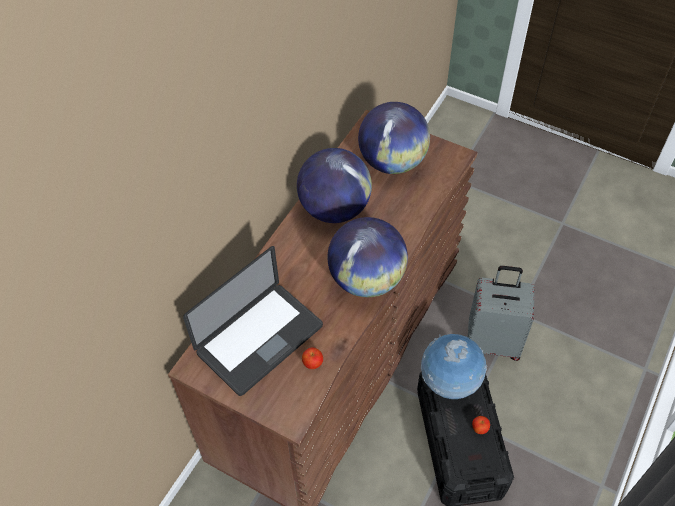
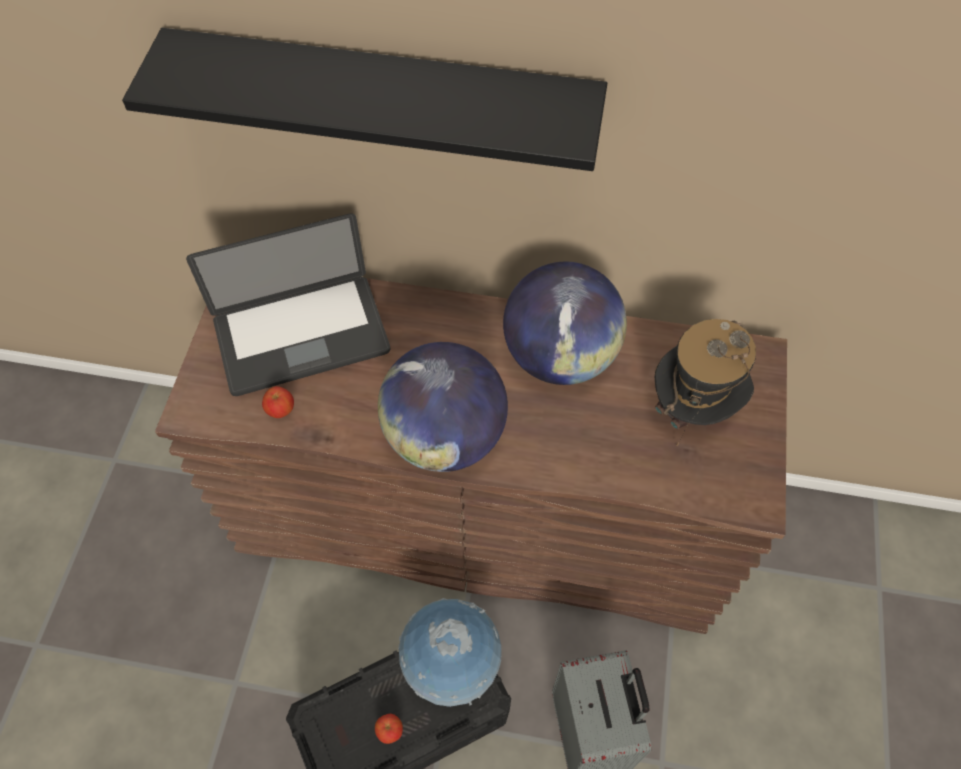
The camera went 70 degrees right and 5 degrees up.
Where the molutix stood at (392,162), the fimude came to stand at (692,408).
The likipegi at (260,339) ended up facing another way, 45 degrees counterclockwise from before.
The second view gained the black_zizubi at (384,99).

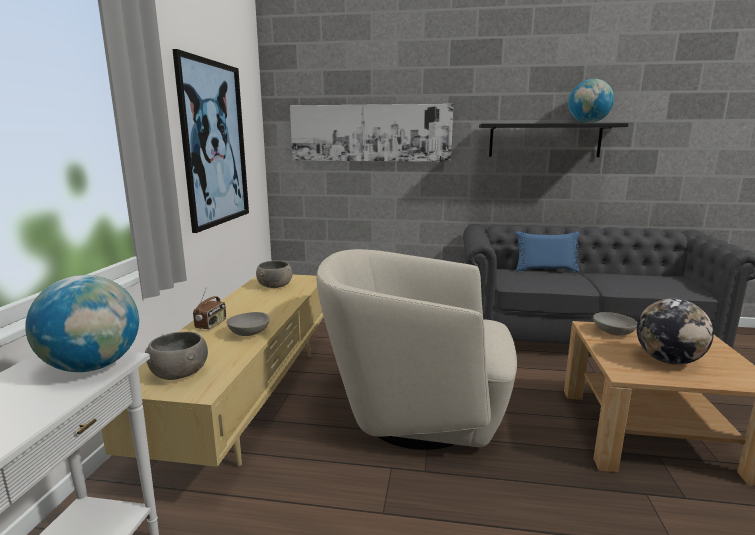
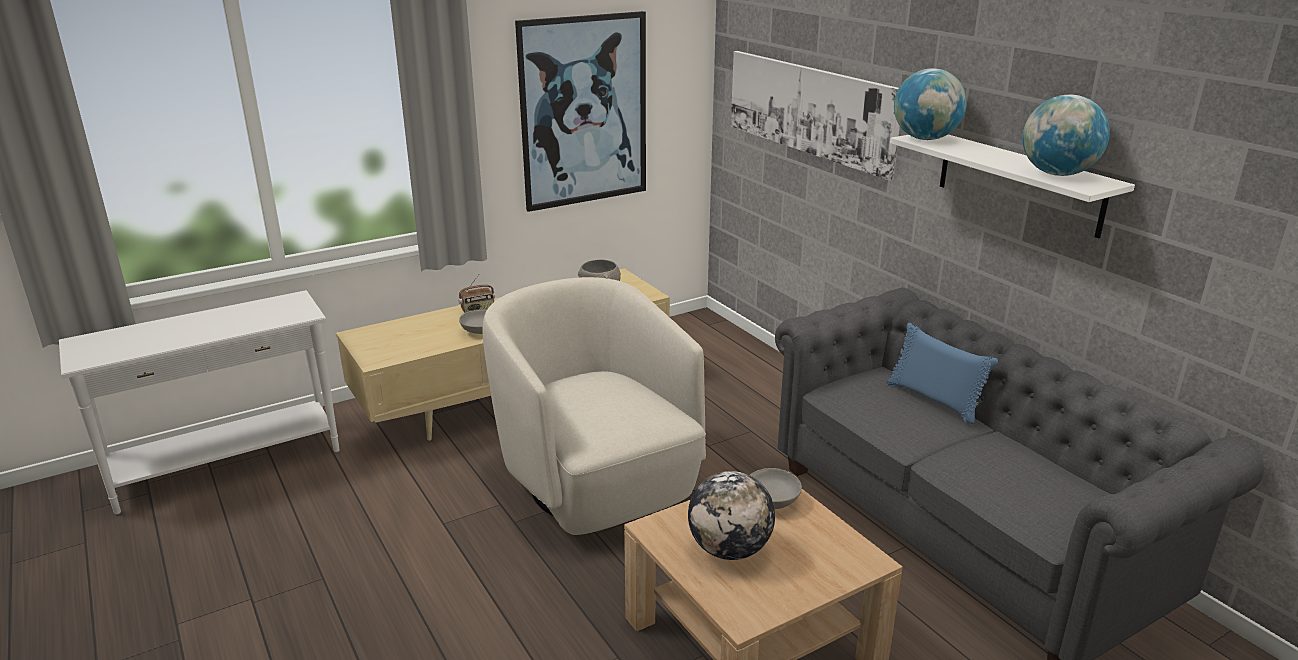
The camera went 50 degrees right and 10 degrees up.
What was the black_zizubi at (544,140) turned into the white_zizubi at (1019,182).
The molutix ended up elsewhere, having gone from (93,366) to (925,139).
The second view lost the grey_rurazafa at (179,373).

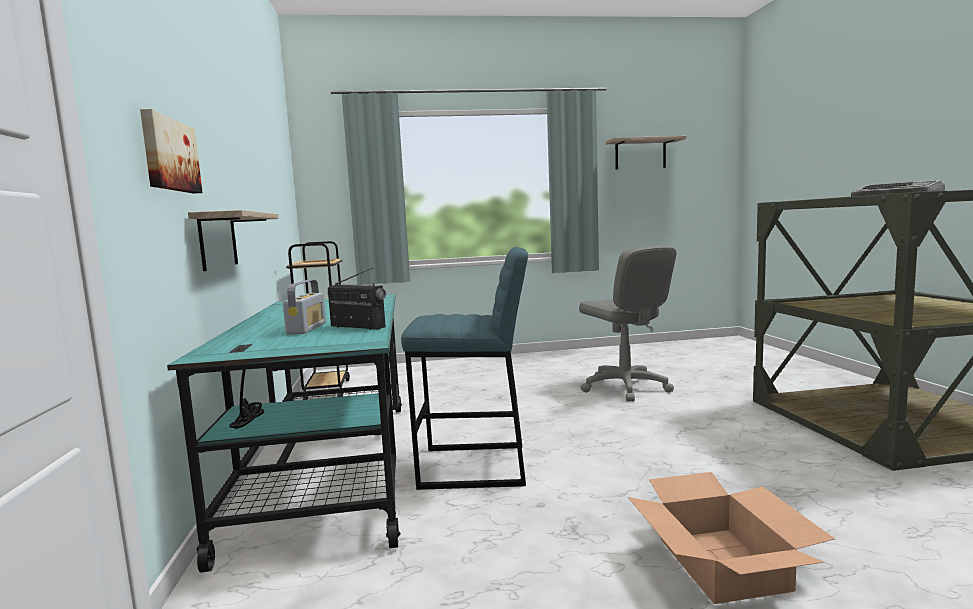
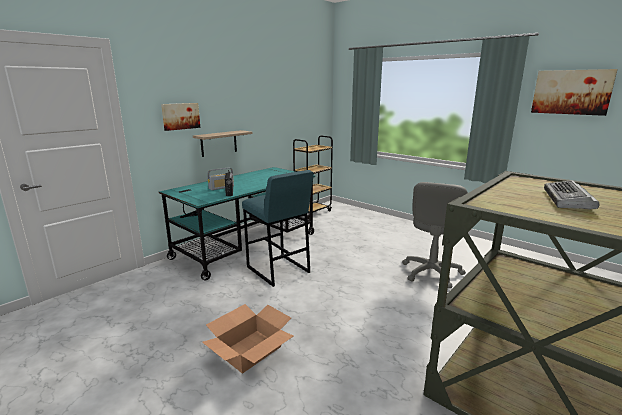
The camera went 50 degrees right and 10 degrees up.
Where the zizubi hung at (640,154), the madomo came to hang at (571,92).

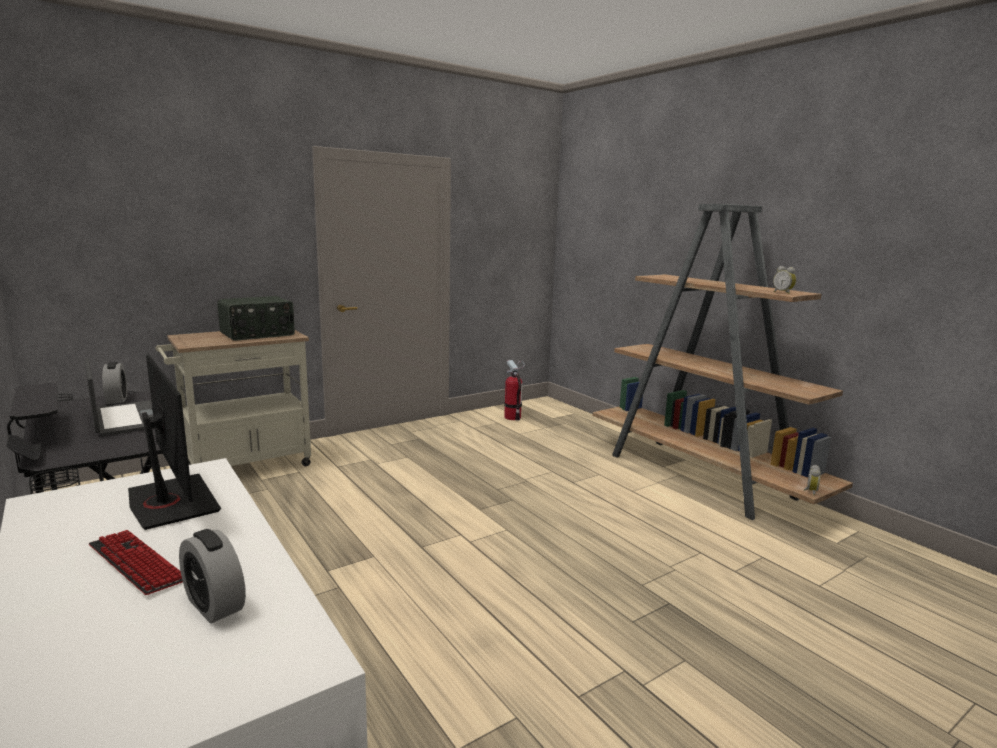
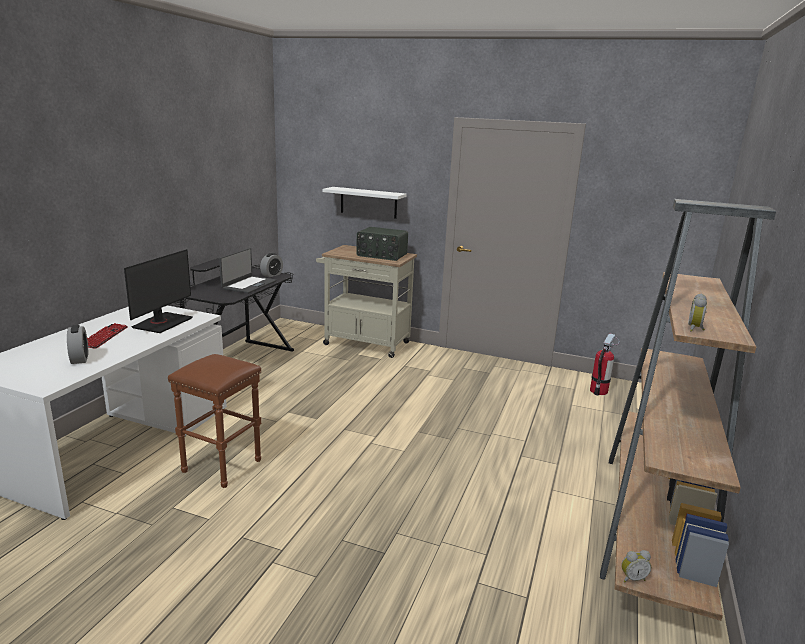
The camera went 55 degrees right and 5 degrees up.
The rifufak at (214,605) ended up facing another way, 150 degrees clockwise from before.
The second view gained the white_zizubi at (368,202).
The second view gained the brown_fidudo at (222,466).

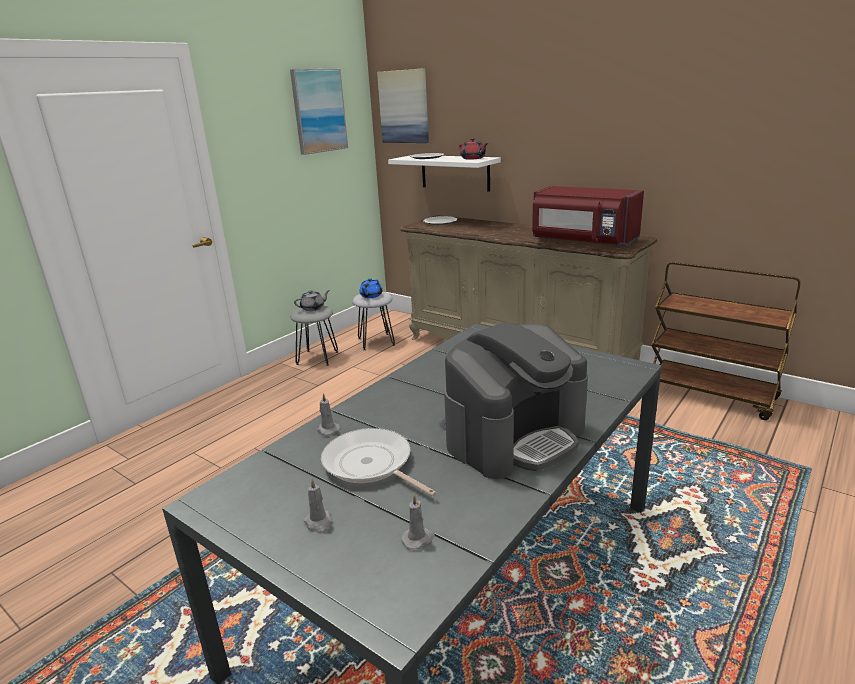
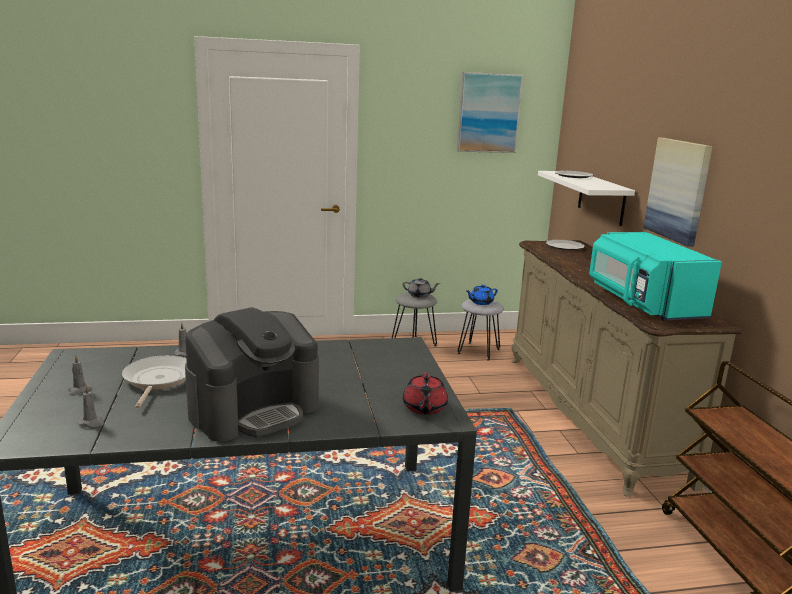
The camera went 40 degrees right and 5 degrees down.
The madomo ended up elsewhere, having gone from (404,107) to (678,190).
The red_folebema ended up elsewhere, having gone from (473,158) to (424,408).
What was the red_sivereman at (582,241) turned into the turquoise_sivereman at (642,303).
The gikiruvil at (515,436) ended up facing another way, 45 degrees counterclockwise from before.

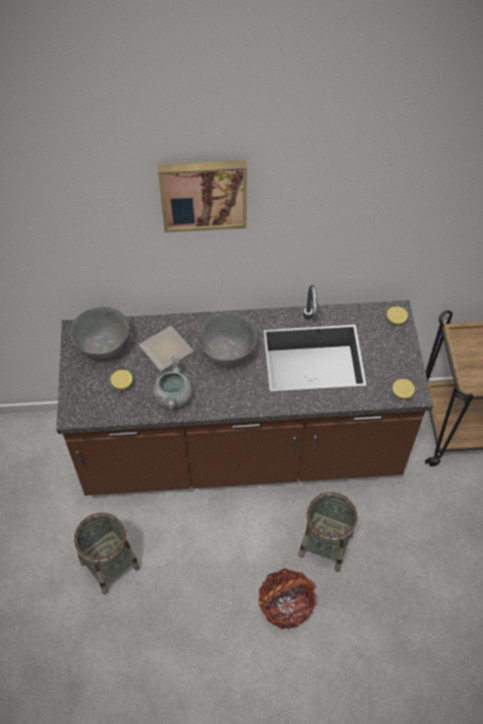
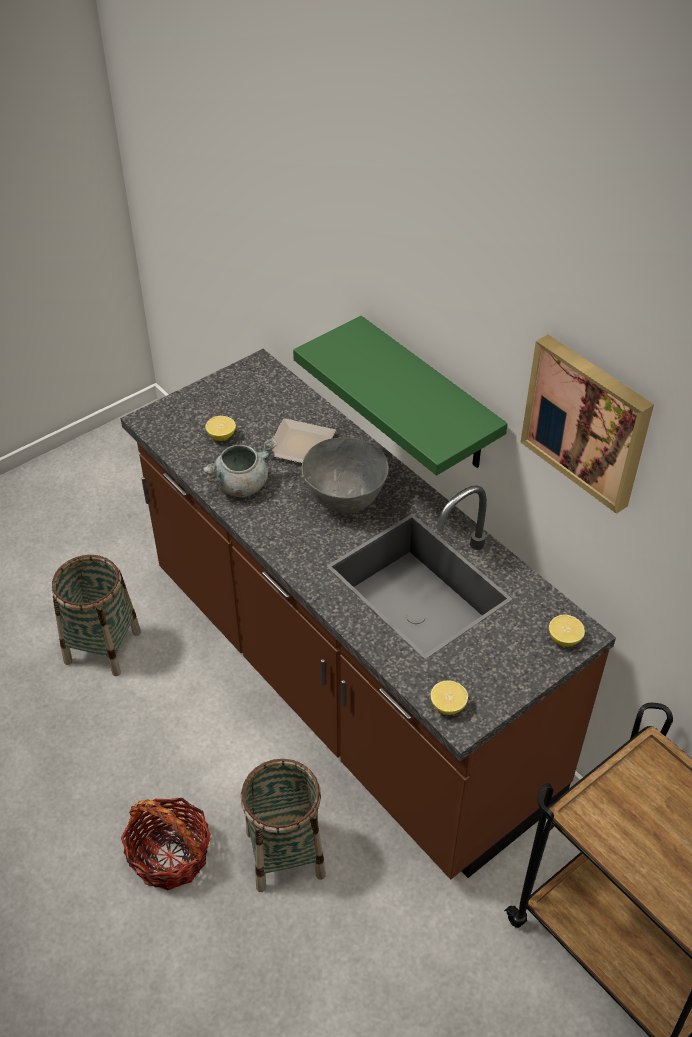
The camera went 55 degrees right and 10 degrees down.
The madomo ended up elsewhere, having gone from (203,193) to (588,421).
The second view lost the grey_rurazafa at (103,347).
The second view gained the green_zizubi at (428,397).

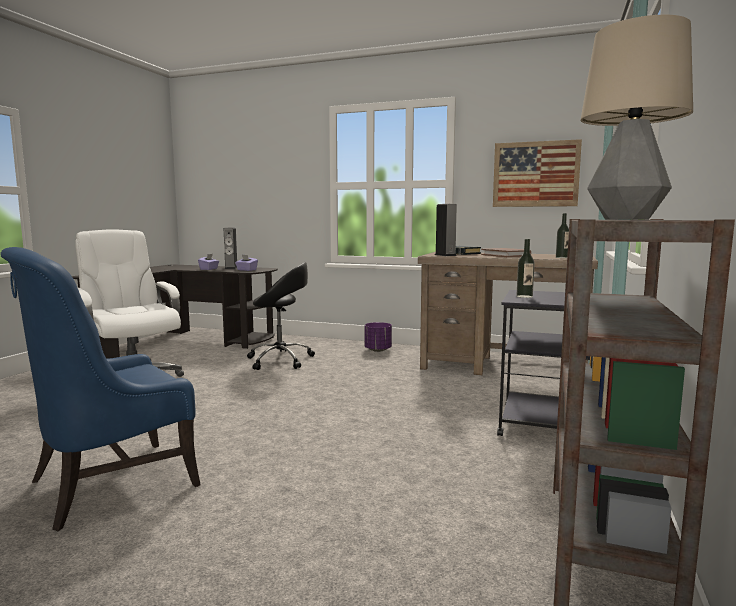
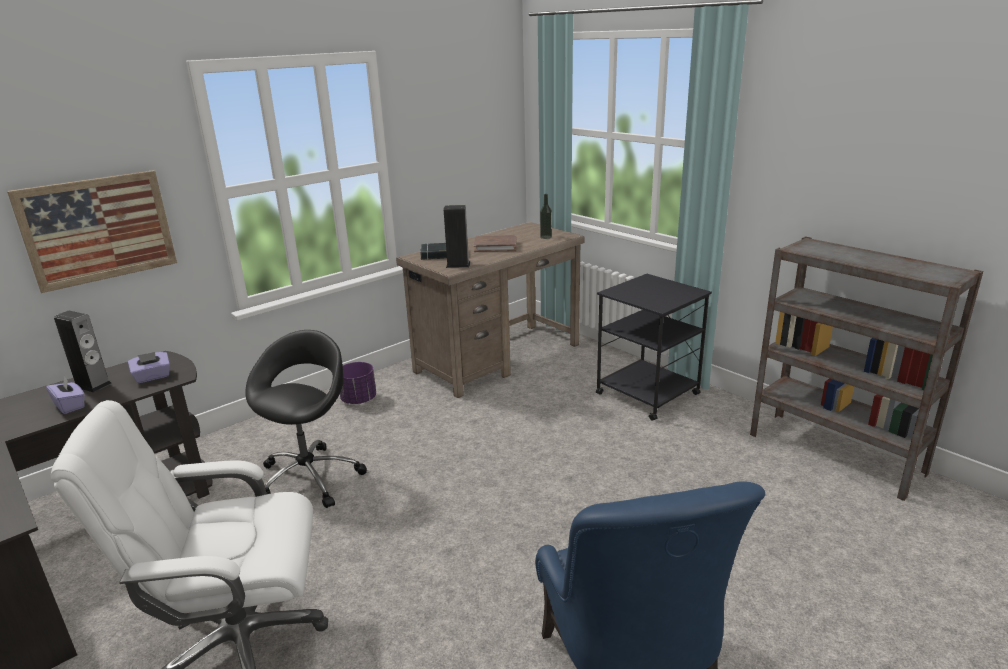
The camera went 60 degrees left and 15 degrees up.
The second view lost the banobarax at (626,219).
The madomo ended up elsewhere, having gone from (535,174) to (98,229).
The second view lost the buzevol at (524,296).

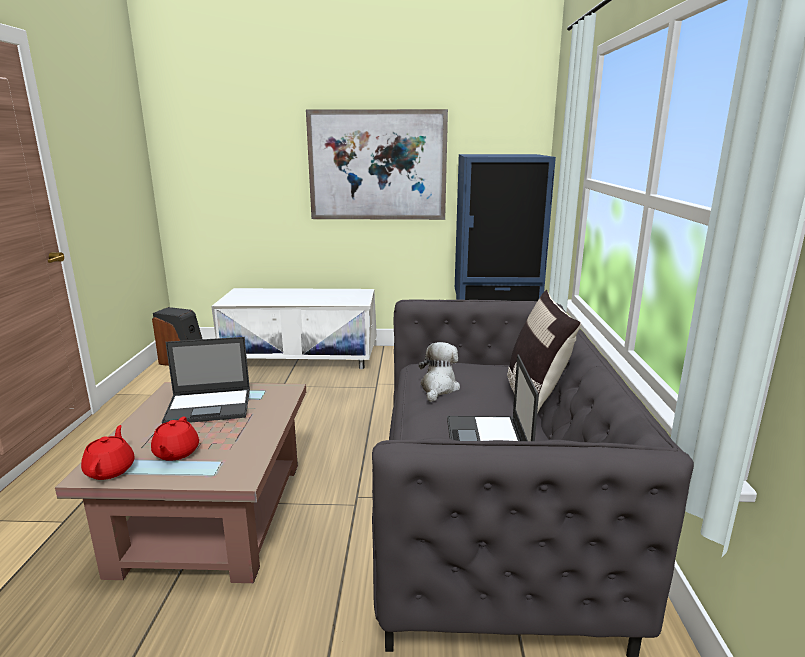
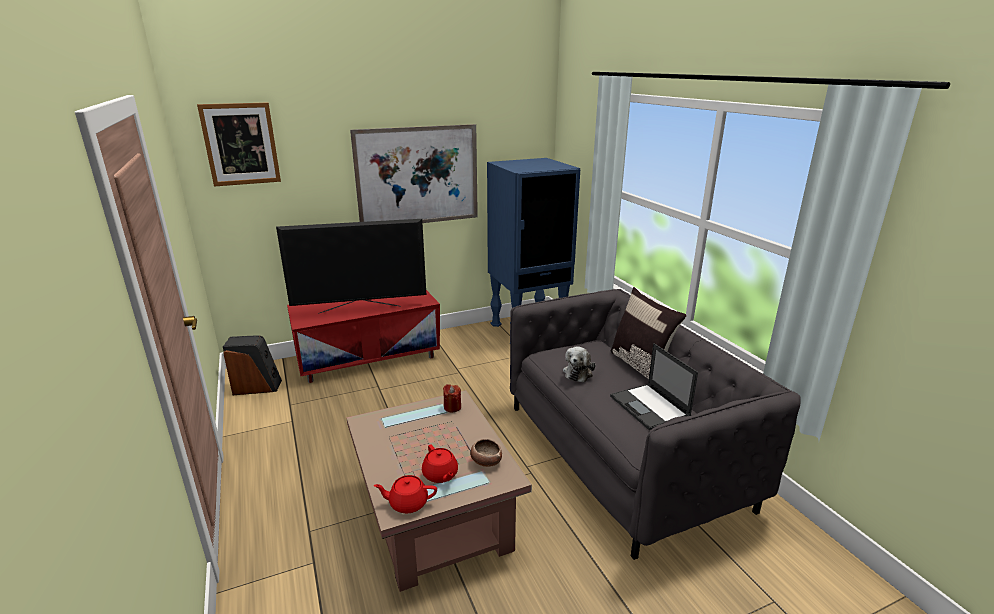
The camera went 25 degrees left and 5 degrees up.
What was the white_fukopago at (302,358) turned into the red_fukopago at (370,358).
The second view lost the likipegi at (210,406).
The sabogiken at (438,388) ended up facing another way, 150 degrees counterclockwise from before.
The red_folebema at (111,469) ended up facing another way, 60 degrees counterclockwise from before.
The second view gained the madomo at (241,144).
The second view gained the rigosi at (360,309).
The second view gained the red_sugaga at (452,407).
The second view gained the rurazafa at (486,461).

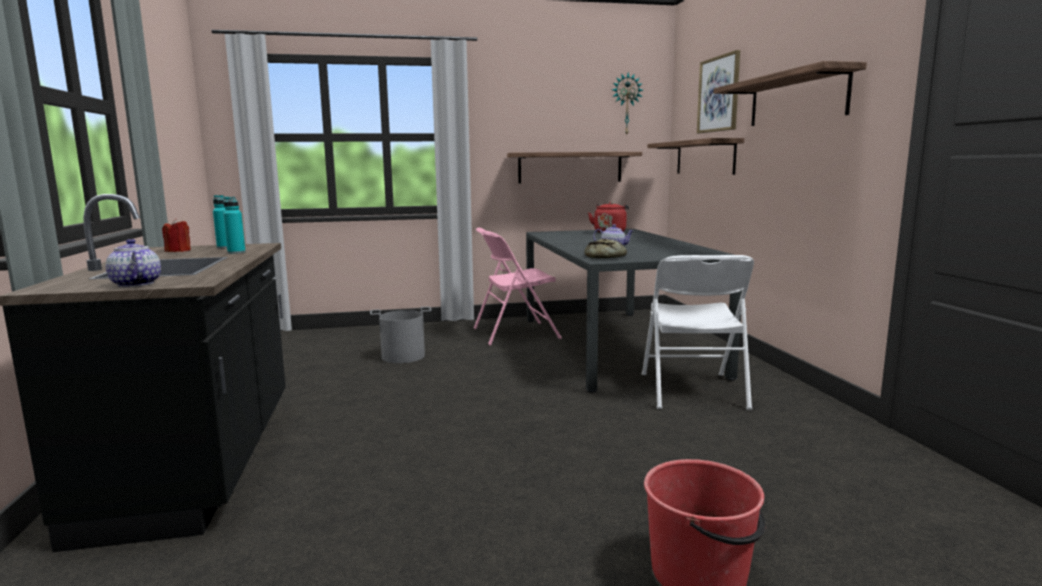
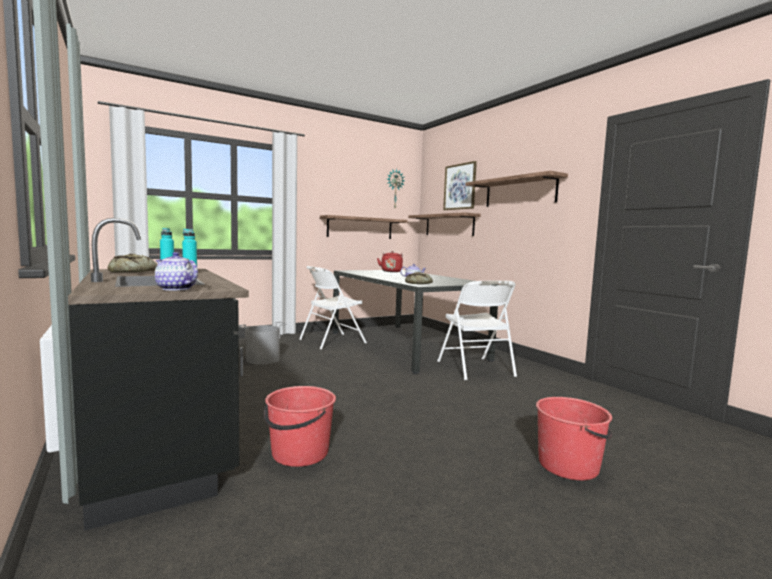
The camera went 20 degrees left and 5 degrees down.
Where the red_sugaga stood at (178,251), the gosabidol came to stand at (132,271).
What was the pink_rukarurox at (515,333) turned into the white_rukarurox at (332,341).
The second view gained the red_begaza at (299,453).

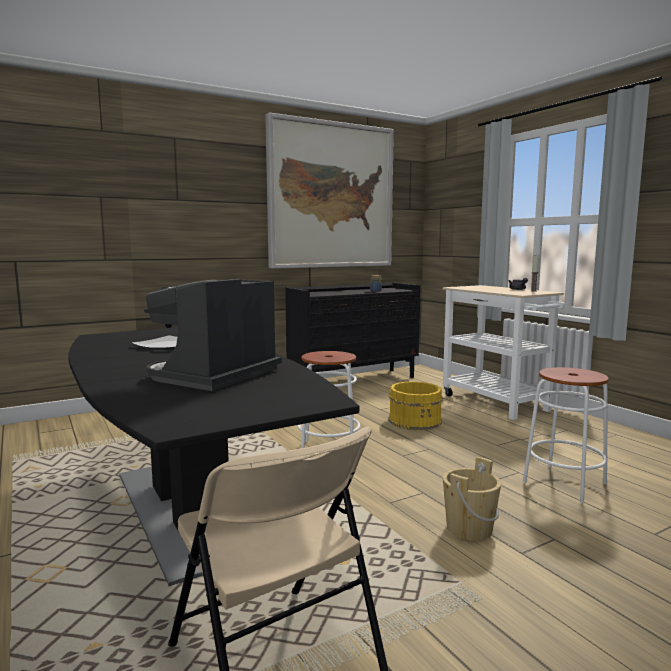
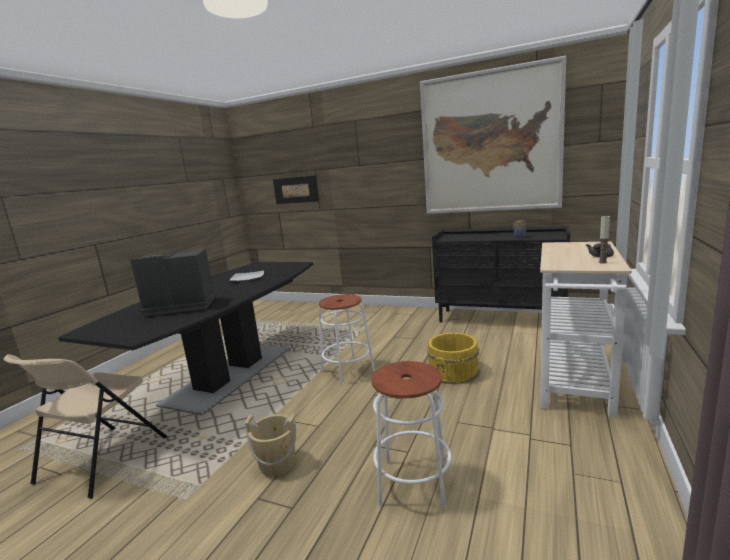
The camera went 55 degrees right and 5 degrees up.
The second view gained the madomo at (296,190).

